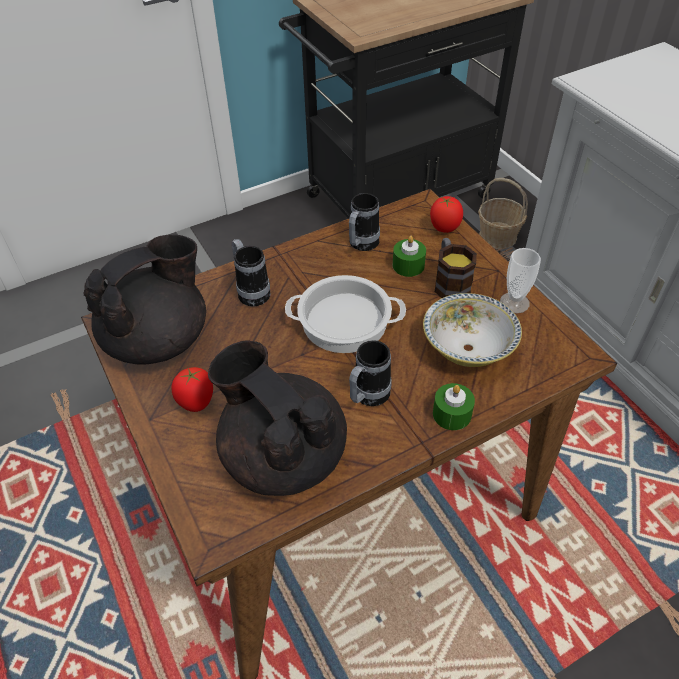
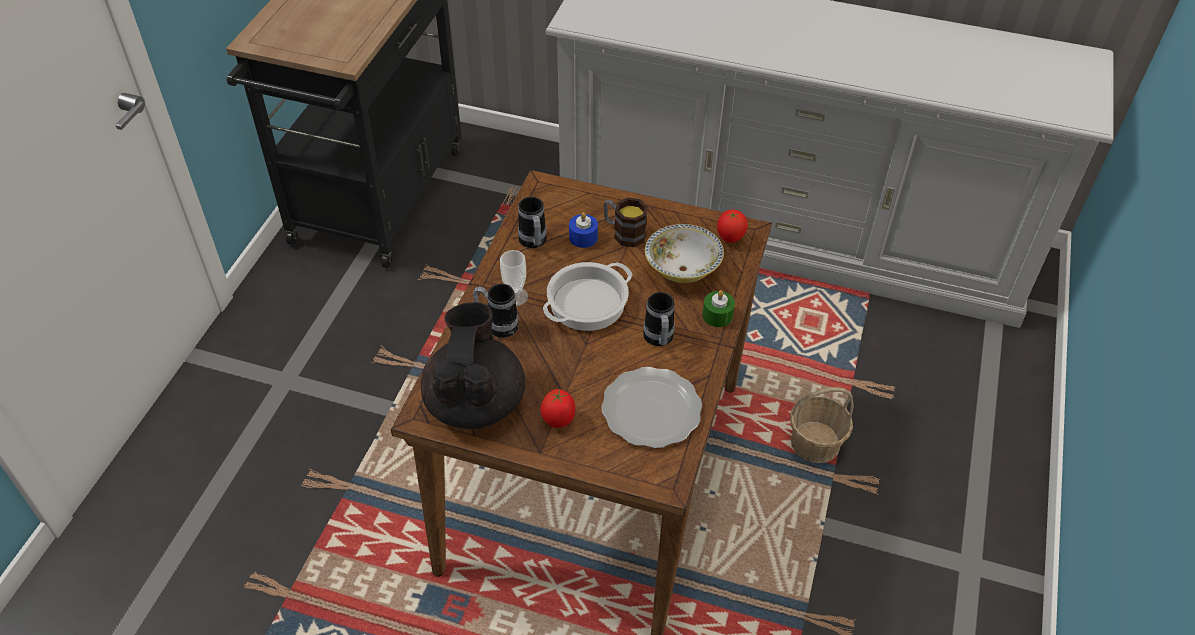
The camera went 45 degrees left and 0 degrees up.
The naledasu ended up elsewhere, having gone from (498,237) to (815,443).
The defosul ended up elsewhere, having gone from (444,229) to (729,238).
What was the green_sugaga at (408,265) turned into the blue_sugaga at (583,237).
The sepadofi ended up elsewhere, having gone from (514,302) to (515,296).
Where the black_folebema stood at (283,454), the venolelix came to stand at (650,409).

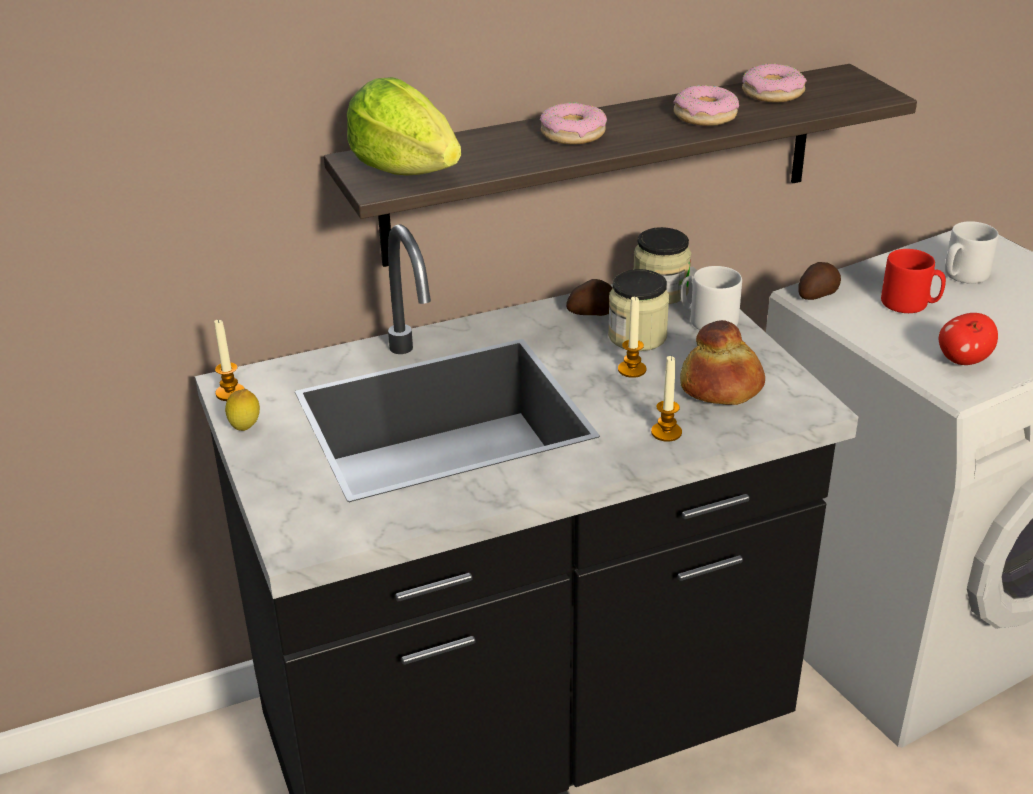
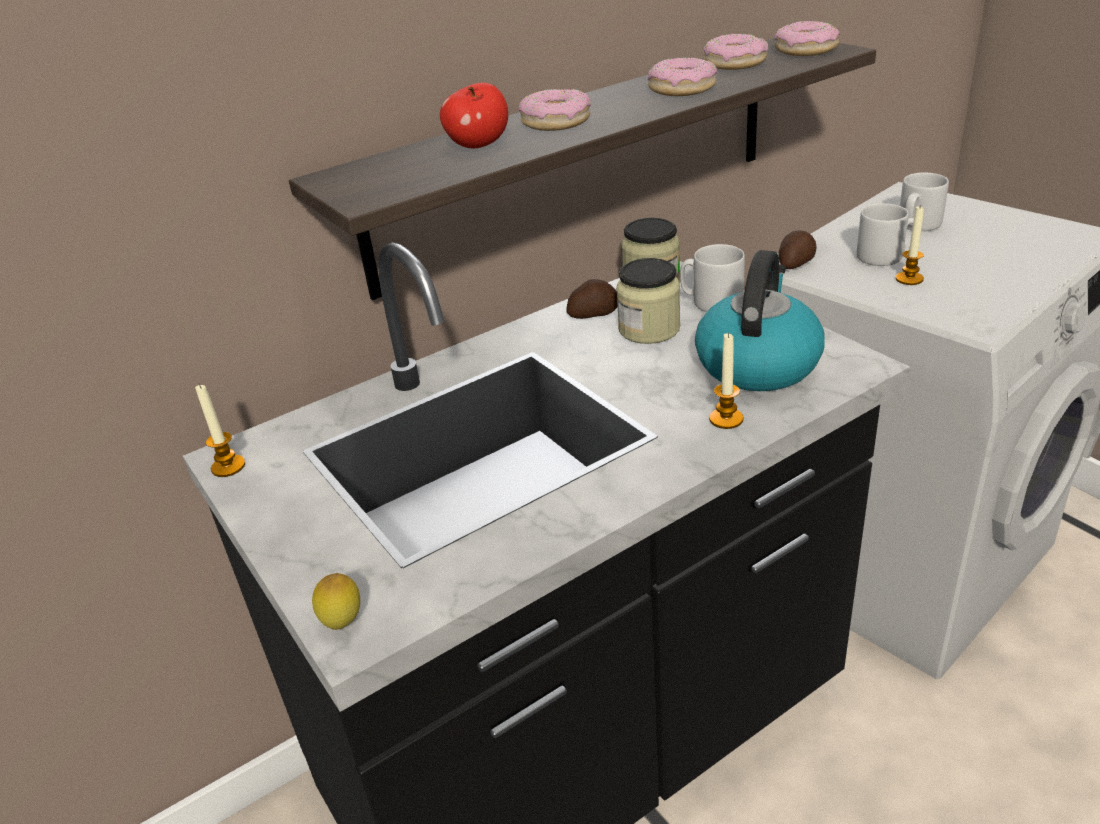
The camera went 10 degrees left and 0 degrees up.
The second view lost the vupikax at (405,169).
What was the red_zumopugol at (910,304) turned into the grey_zumopugol at (885,257).
The sugaga ended up elsewhere, having gone from (632,370) to (909,279).
The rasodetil ended up elsewhere, having gone from (962,360) to (478,145).
Where the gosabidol stood at (720,387), the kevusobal came to stand at (757,363).
The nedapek ended up elsewhere, having gone from (245,429) to (343,624).
The second view gained the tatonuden at (806,50).

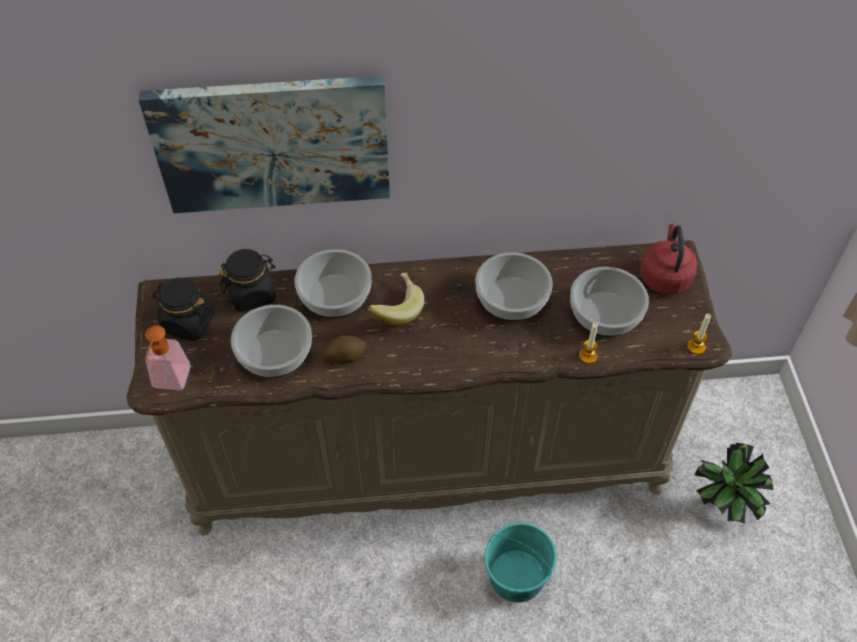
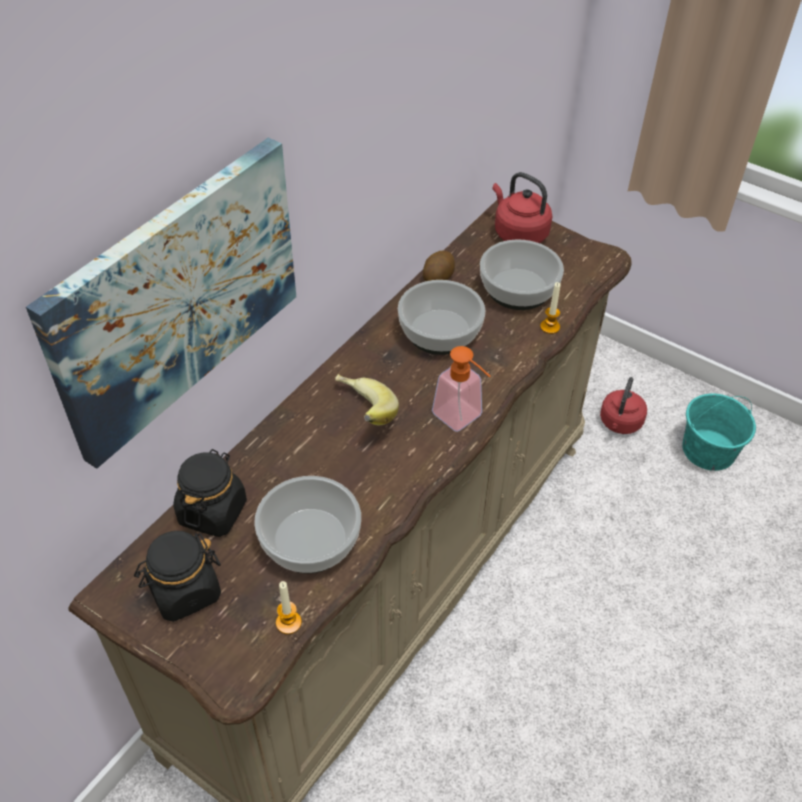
The camera went 50 degrees left and 5 degrees down.
The second view lost the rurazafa at (334,296).
The sugaga ended up elsewhere, having gone from (696,347) to (288,623).
The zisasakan ended up elsewhere, having gone from (170,383) to (462,419).
The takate ended up elsewhere, having gone from (345,356) to (438,277).
Where the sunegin stood at (722,506), the red_kevusobal came to stand at (620,423).
The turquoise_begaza ended up elsewhere, having gone from (517,576) to (709,450).

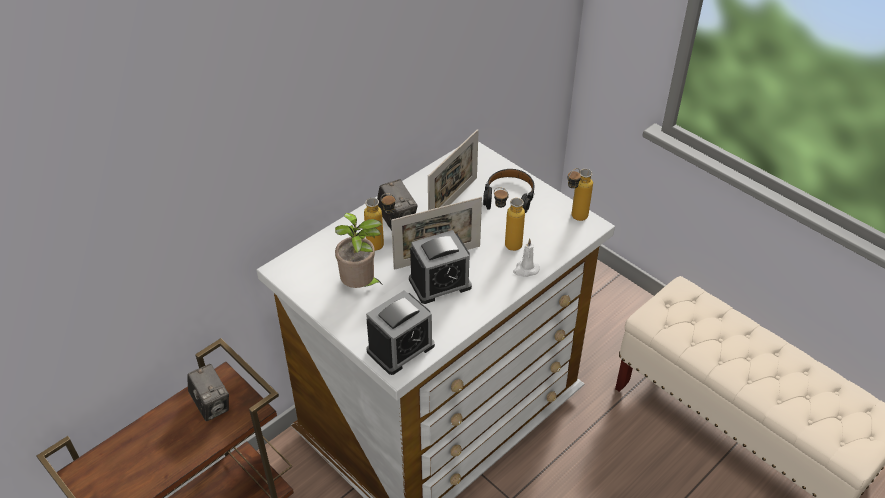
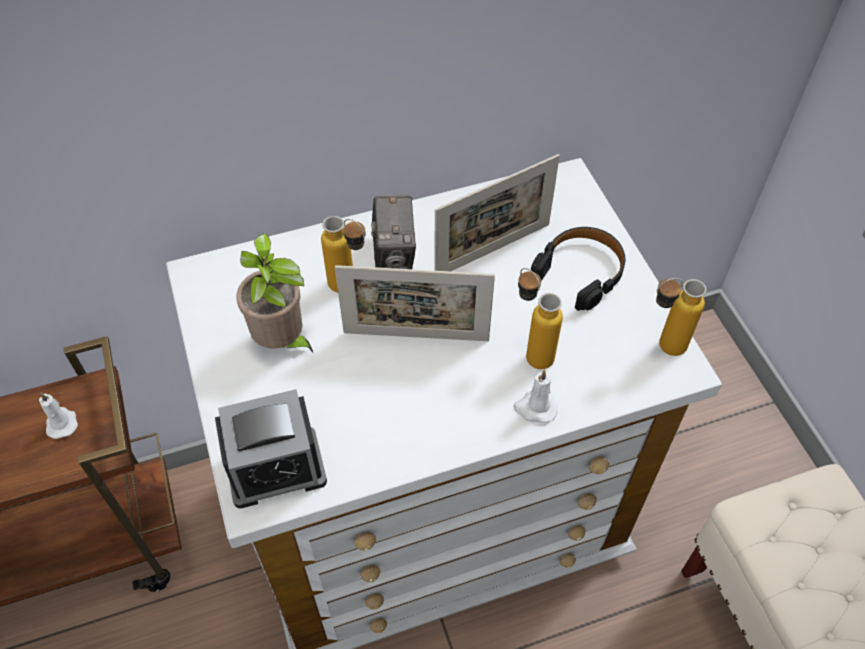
The camera went 25 degrees right and 10 degrees up.
The second view lost the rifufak at (440,283).
Where the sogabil stood at (212,405), the white_sugaga came to stand at (62,423).

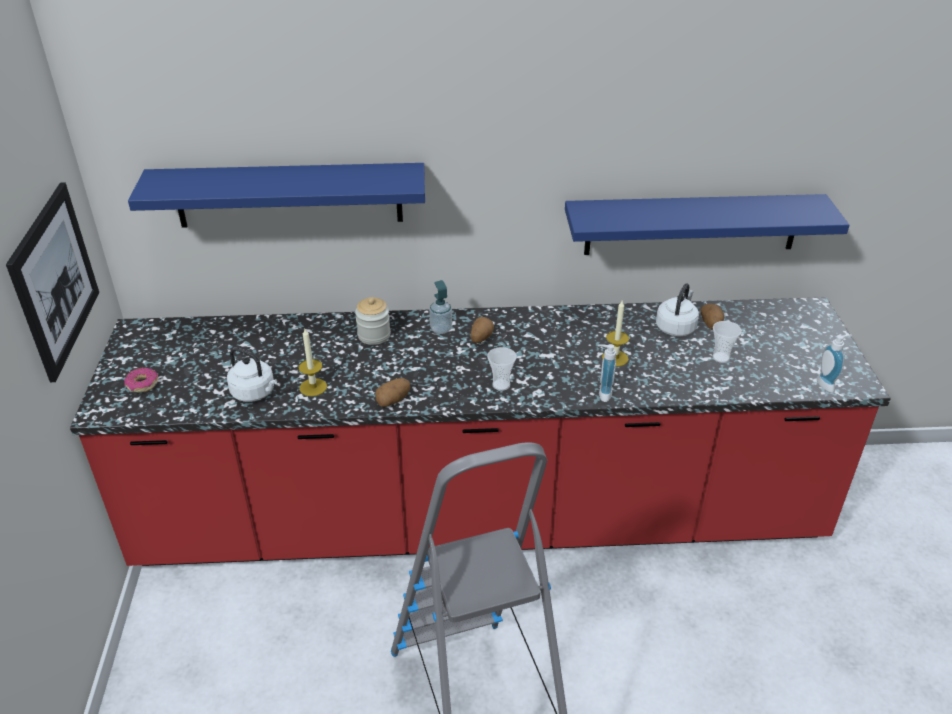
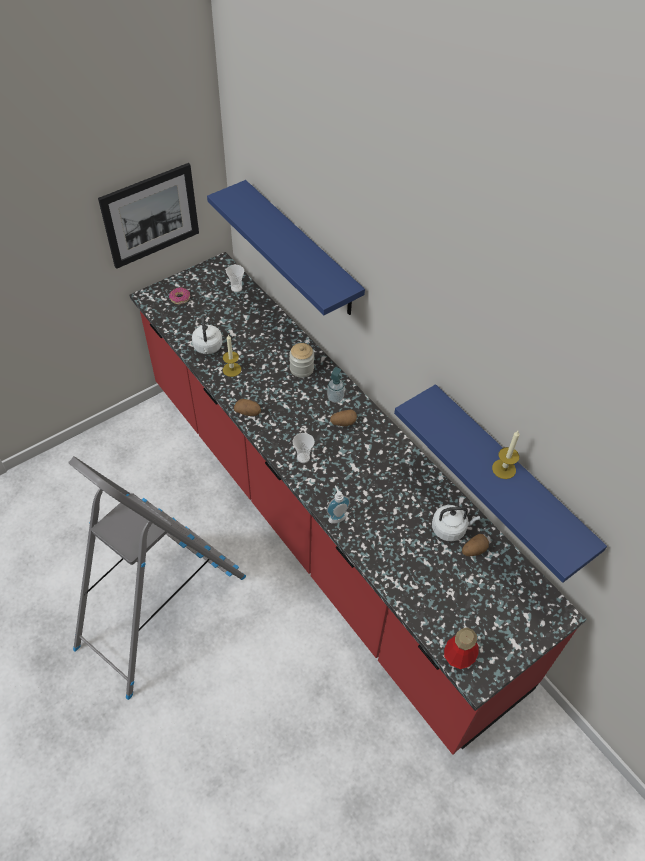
The camera went 55 degrees right and 15 degrees up.
The sugaga ended up elsewhere, having gone from (615,358) to (504,469).
The sepadofi ended up elsewhere, having gone from (721,357) to (236,288).
Where the zisasakan stood at (828,384), the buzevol came to stand at (459,656).

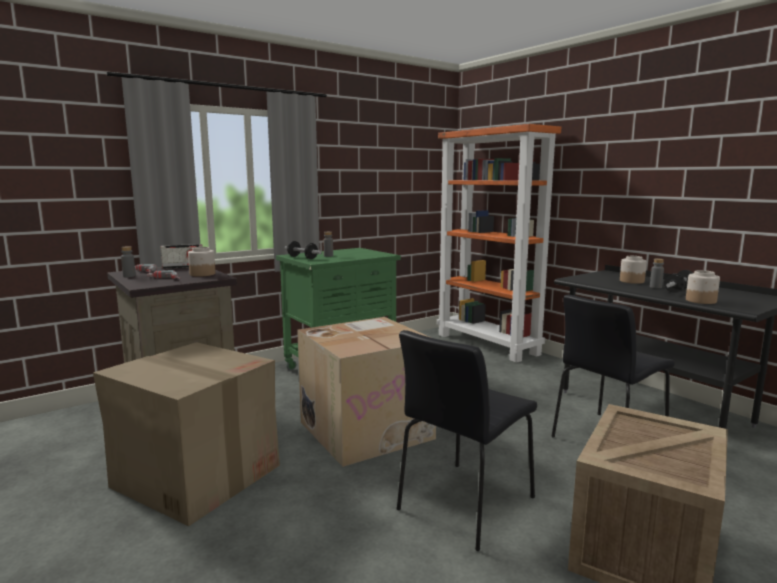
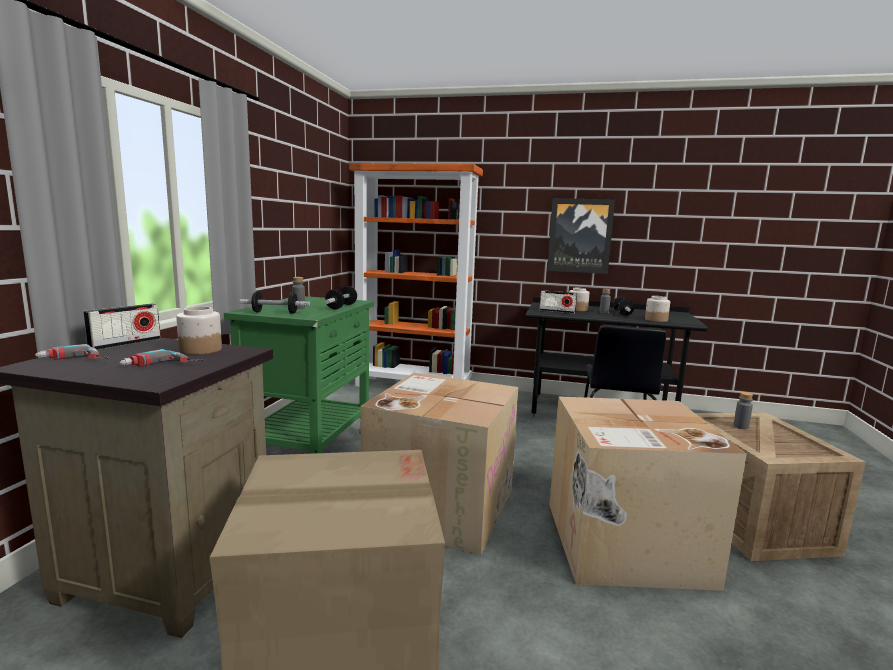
The camera went 40 degrees left and 0 degrees up.
The grey_buzevol ended up elsewhere, having gone from (129,276) to (741,426).
Where the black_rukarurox stood at (463,505), the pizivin came to stand at (624,543).
The second view gained the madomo at (580,236).
The second view gained the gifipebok at (341,307).
The second view gained the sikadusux at (557,311).

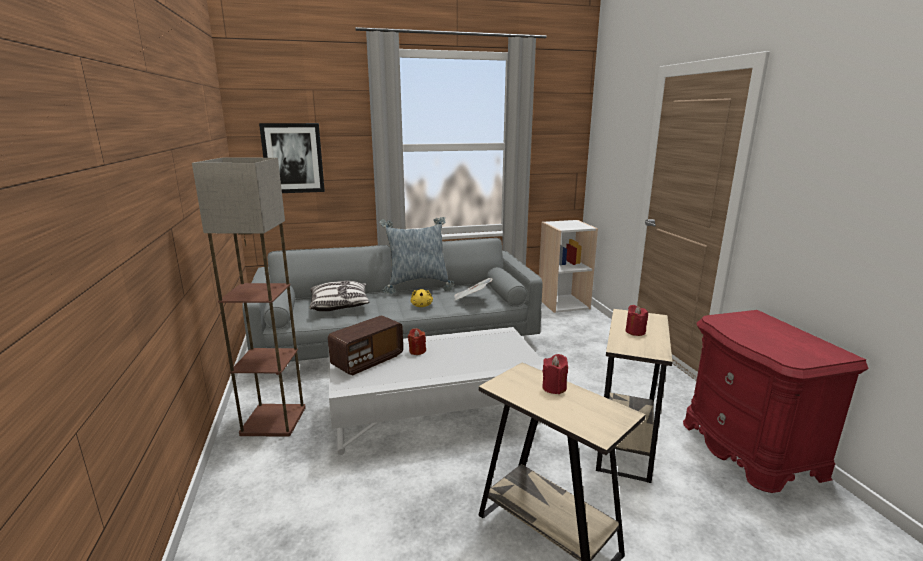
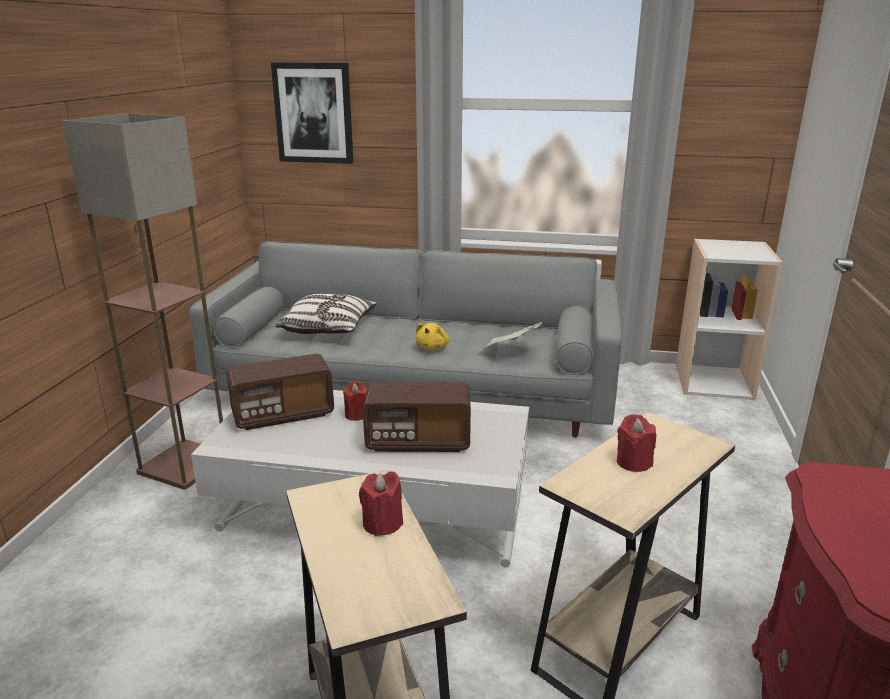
The camera went 25 degrees right and 5 degrees up.
The second view lost the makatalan at (417,289).
The second view gained the sikadusux at (418,441).

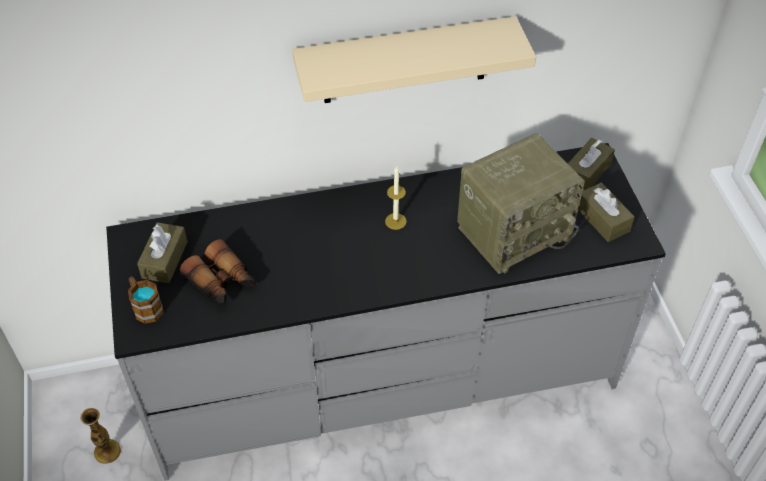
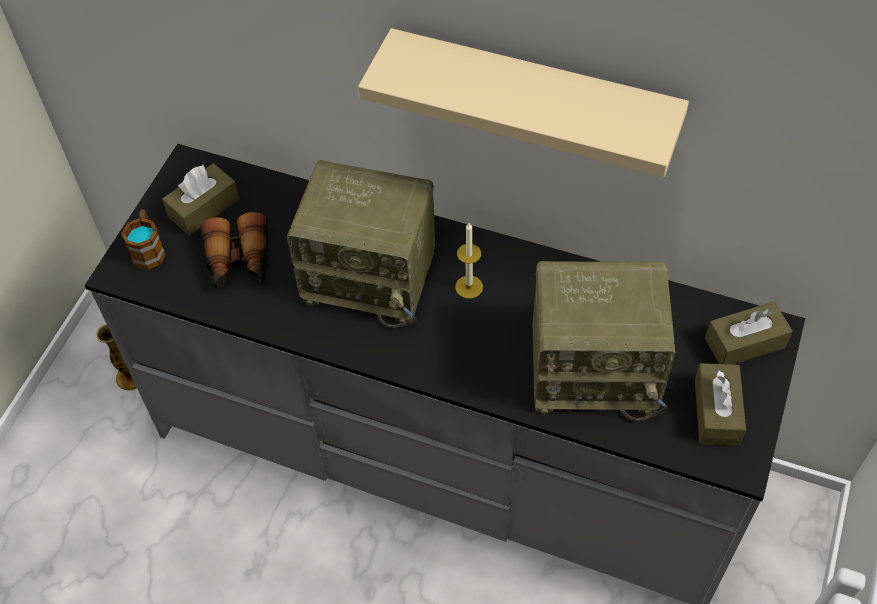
The camera went 35 degrees right and 5 degrees up.
The second view gained the sikadusux at (372,275).

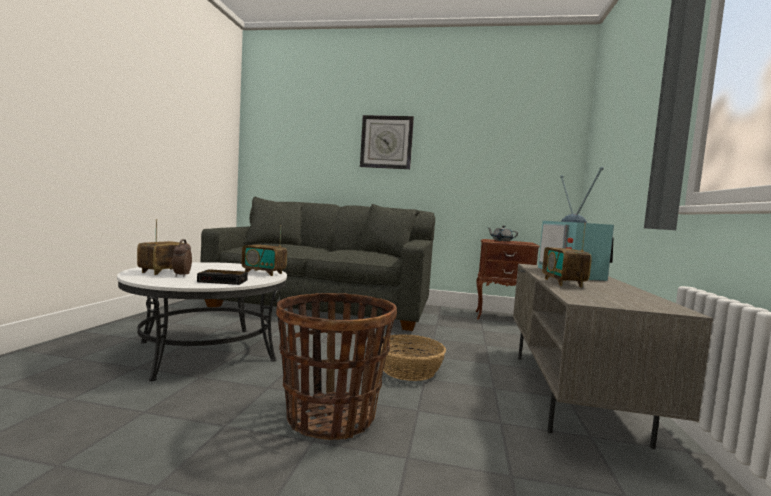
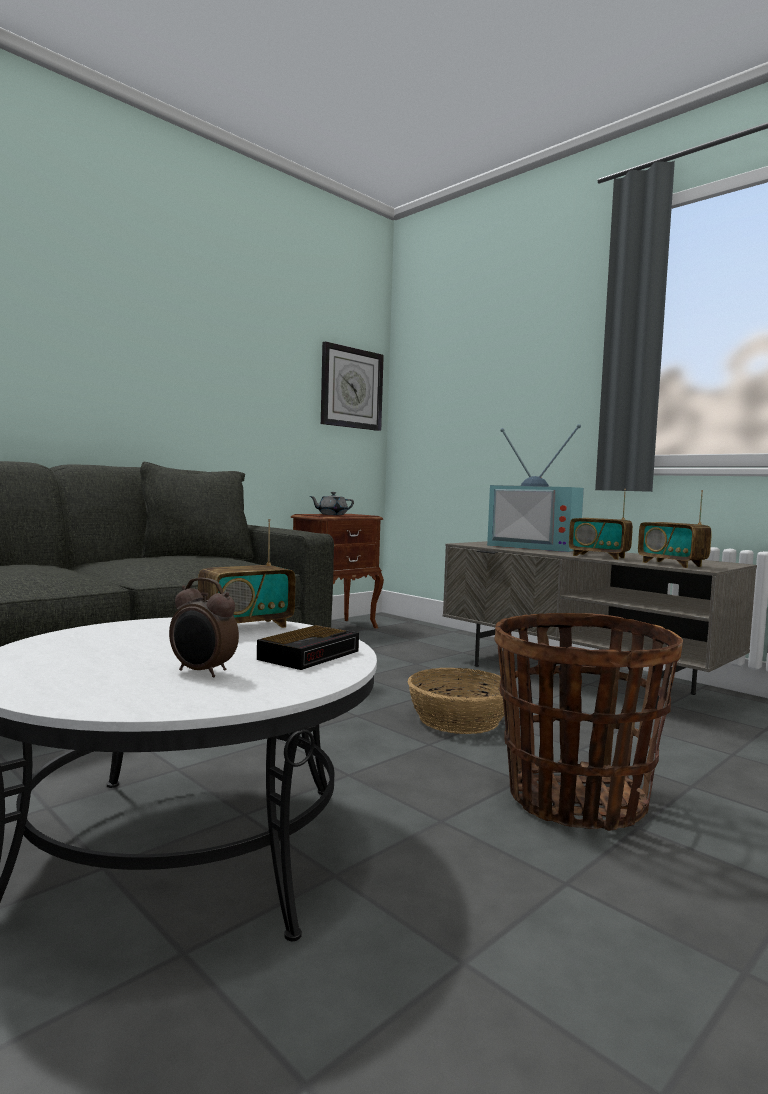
The camera went 55 degrees left and 0 degrees up.
The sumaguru ended up elsewhere, having gone from (386,142) to (351,388).
The sikadusux ended up elsewhere, having gone from (164,272) to (672,564).

